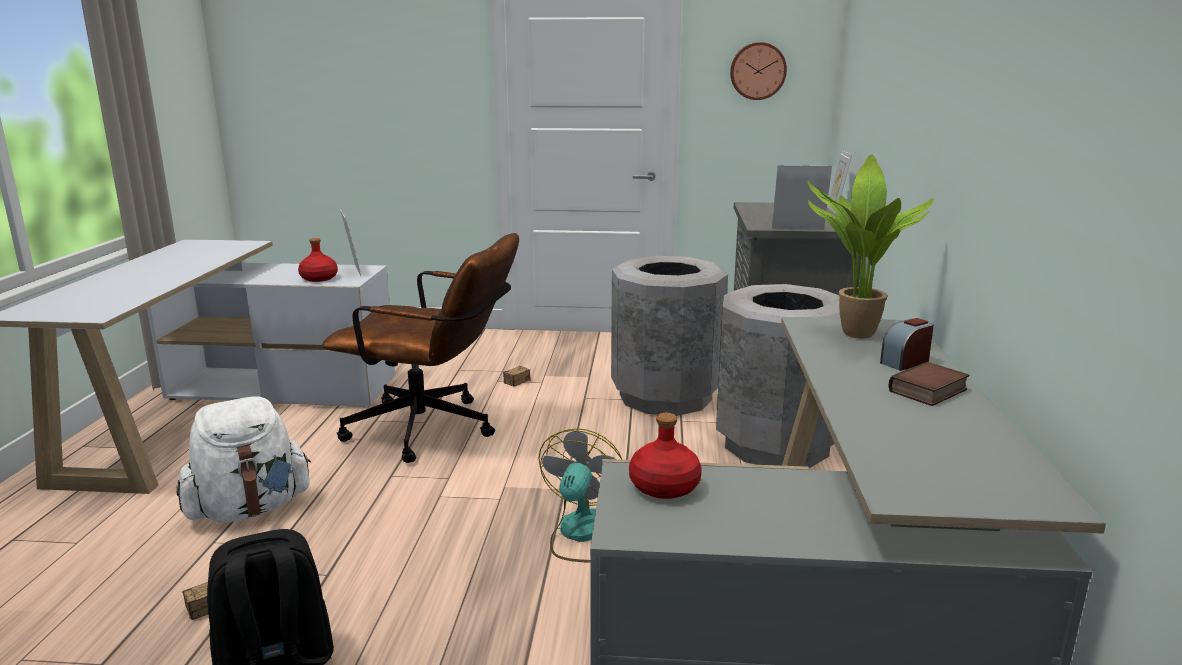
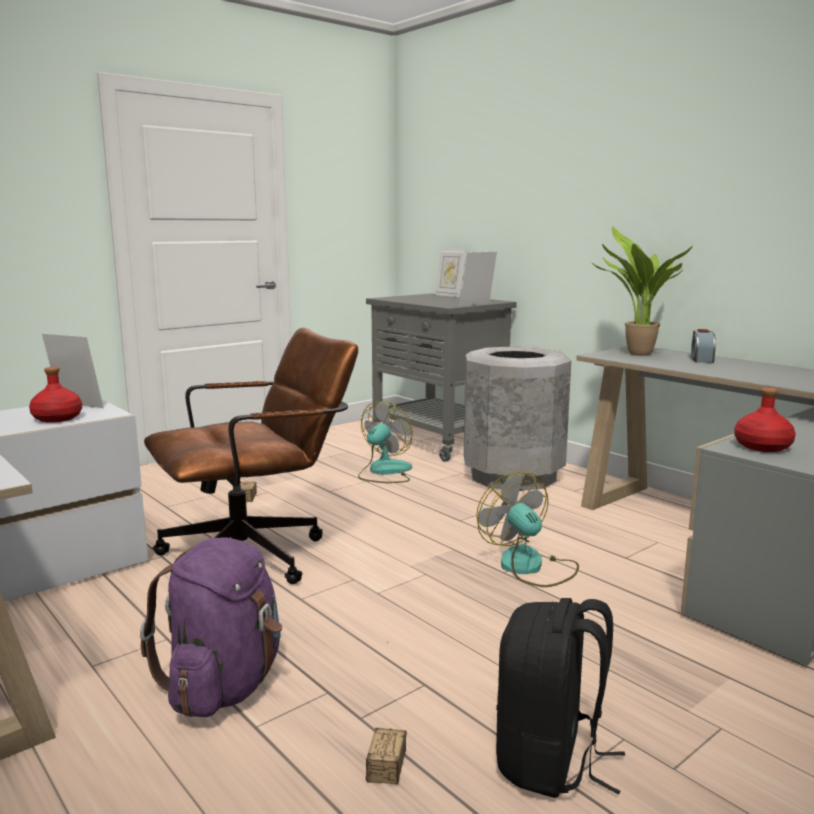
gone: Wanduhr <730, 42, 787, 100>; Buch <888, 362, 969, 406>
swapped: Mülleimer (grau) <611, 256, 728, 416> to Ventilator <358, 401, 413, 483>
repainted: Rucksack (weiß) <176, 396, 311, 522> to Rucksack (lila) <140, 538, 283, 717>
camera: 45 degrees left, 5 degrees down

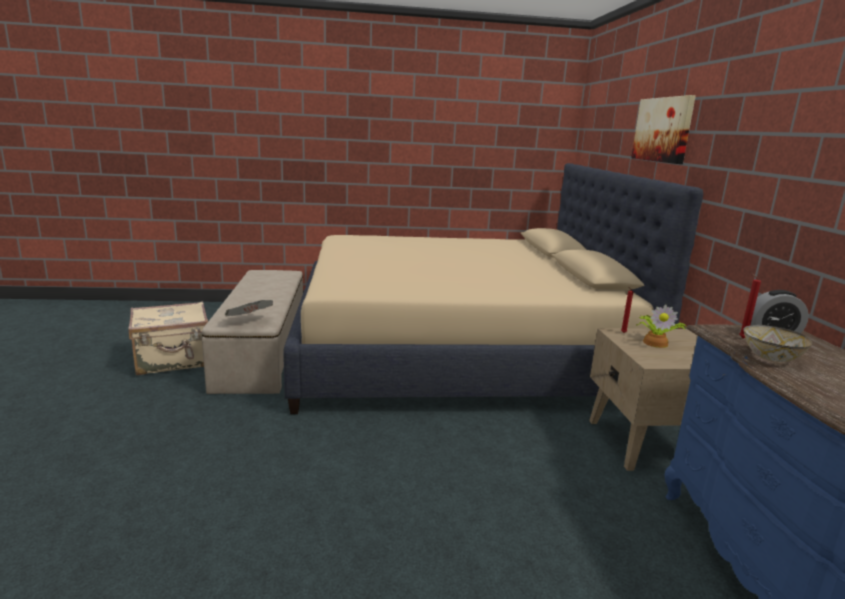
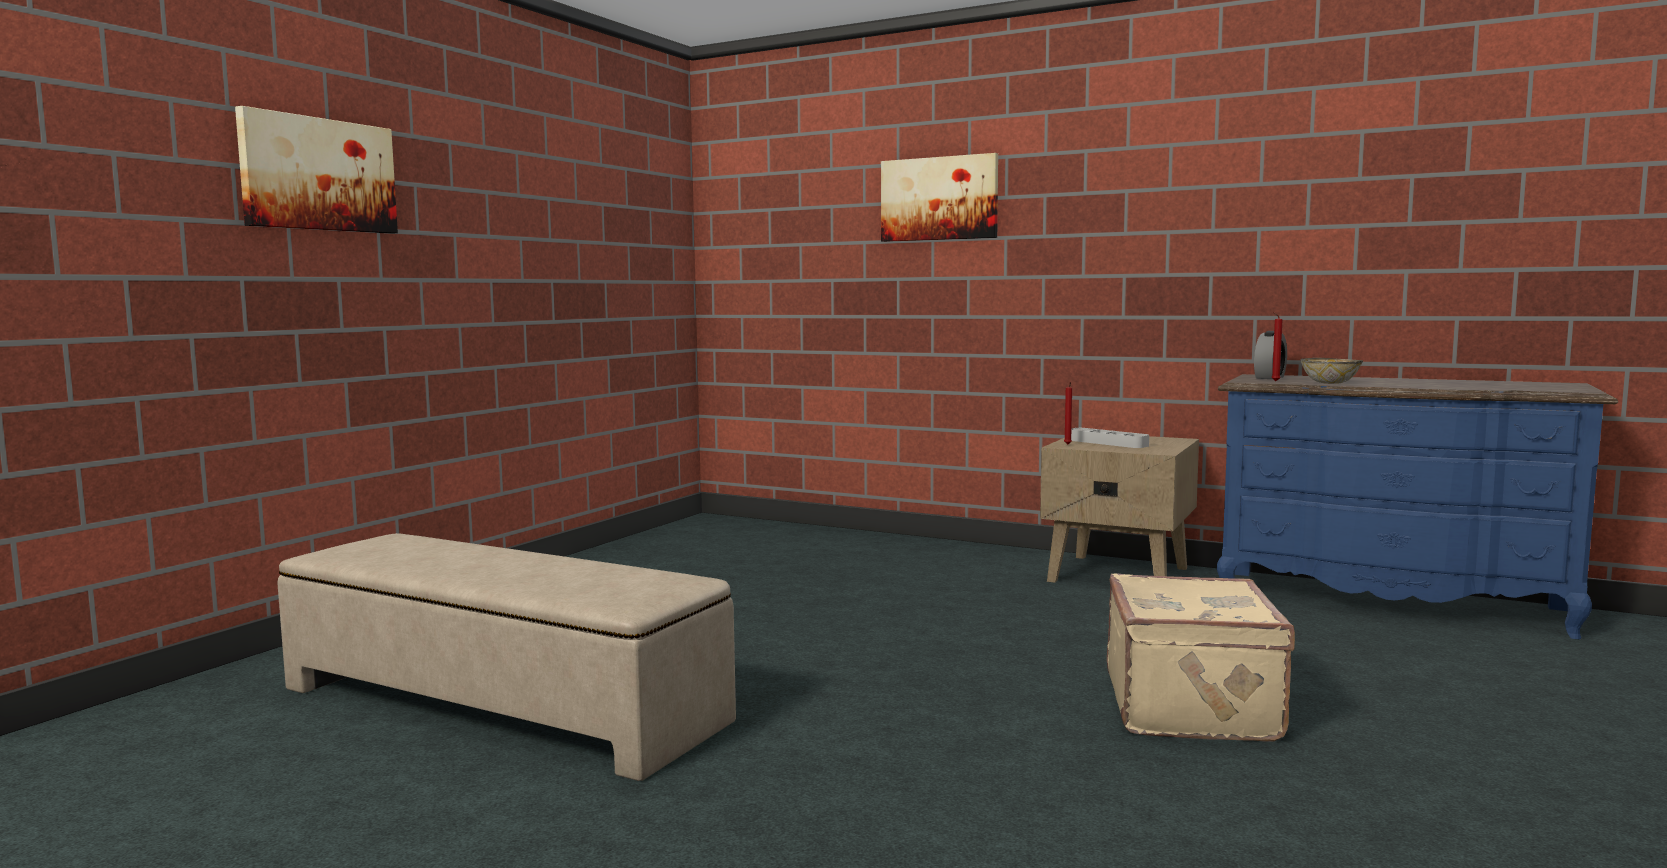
gone: Zeitung <225, 300, 273, 316>; Bett (beige) <283, 163, 703, 414>
new: Bild <235, 106, 398, 234>
shifted: Koffer (beige) <128, 301, 208, 375> to <1107, 573, 1295, 742>
swapped: Topfpflanze <637, 304, 687, 348> to Tablett (grau) <1071, 428, 1149, 448>
camera: 55 degrees left, 10 degrees down

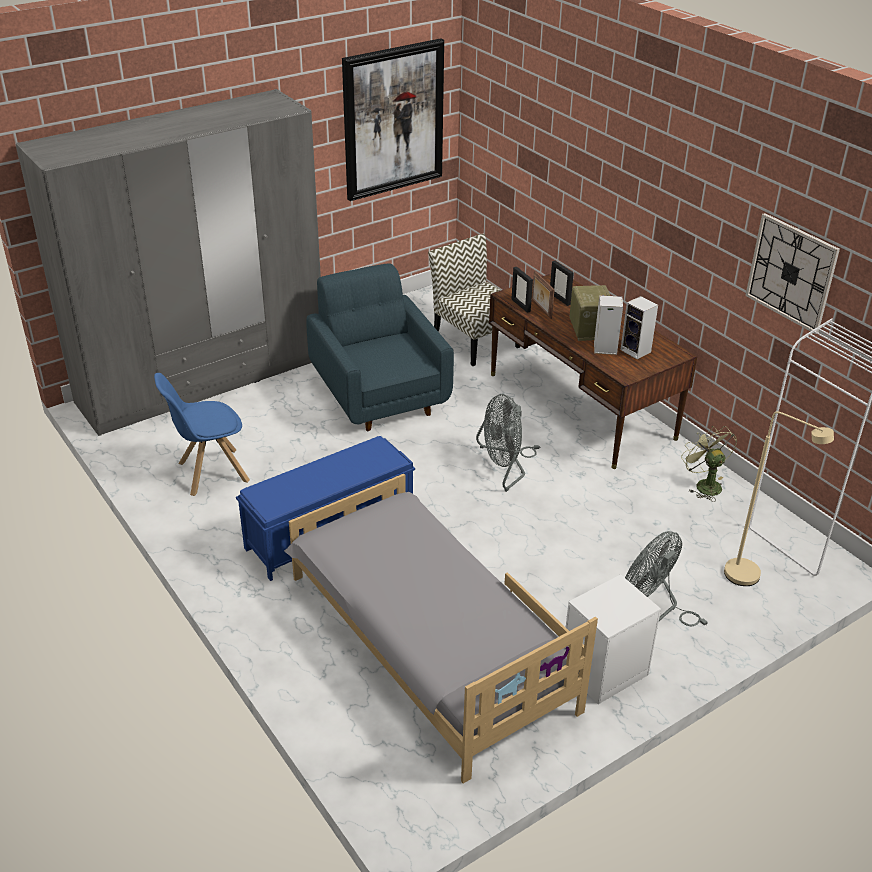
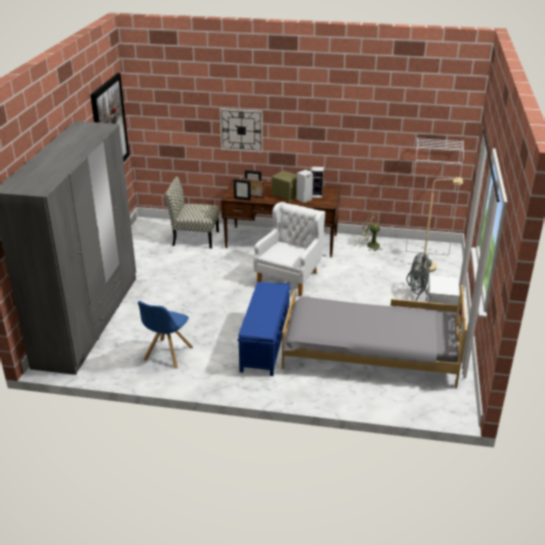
gone: Sessel (blau) <306, 263, 454, 431>
shifted: Wanduhr <745, 213, 840, 334> to <220, 108, 263, 153>
swapped: Ventilator (grau) <476, 394, 541, 492> to Sessel (weiß) <253, 202, 325, 296>
camera: 45 degrees left, 5 degrees down

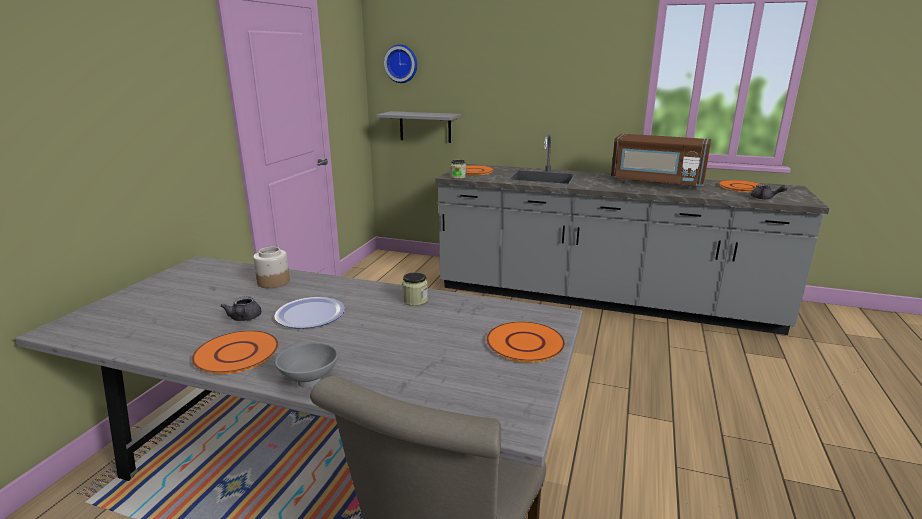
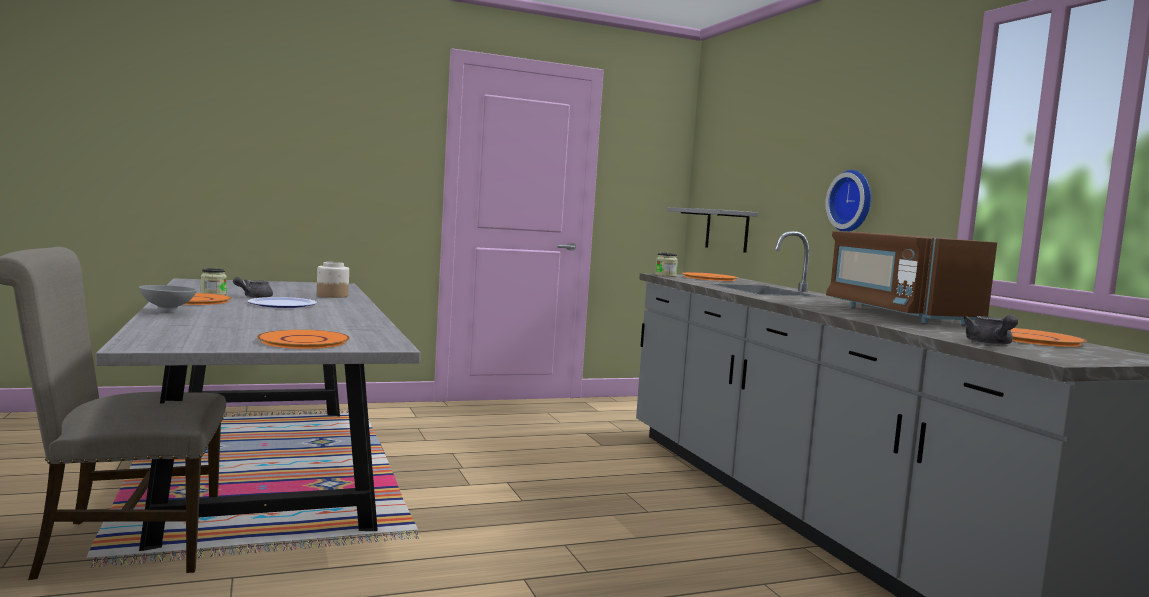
shifted: Wanduhr <384, 44, 417, 83> to <825, 170, 871, 232>; Vorratsglas <402, 272, 428, 306> to <200, 268, 227, 295>
camera: 50 degrees right, 15 degrees down

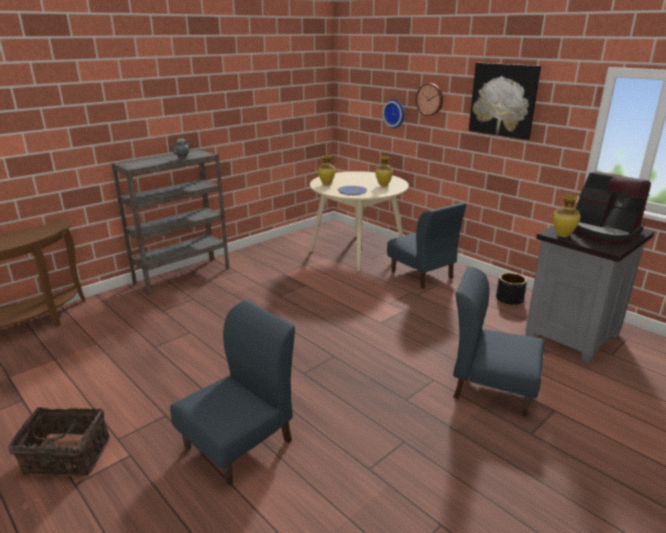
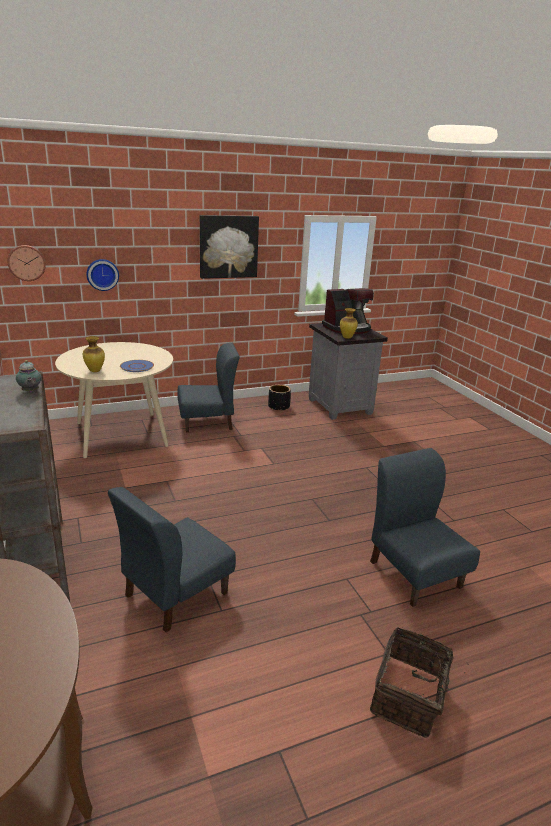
gone: Vase <375, 156, 393, 186>
shifted: Wanduhr <416, 83, 443, 116> to <8, 245, 46, 281>; Stuhl (blau) <453, 266, 544, 416> to <108, 487, 236, 632>
camera: 70 degrees left, 0 degrees up

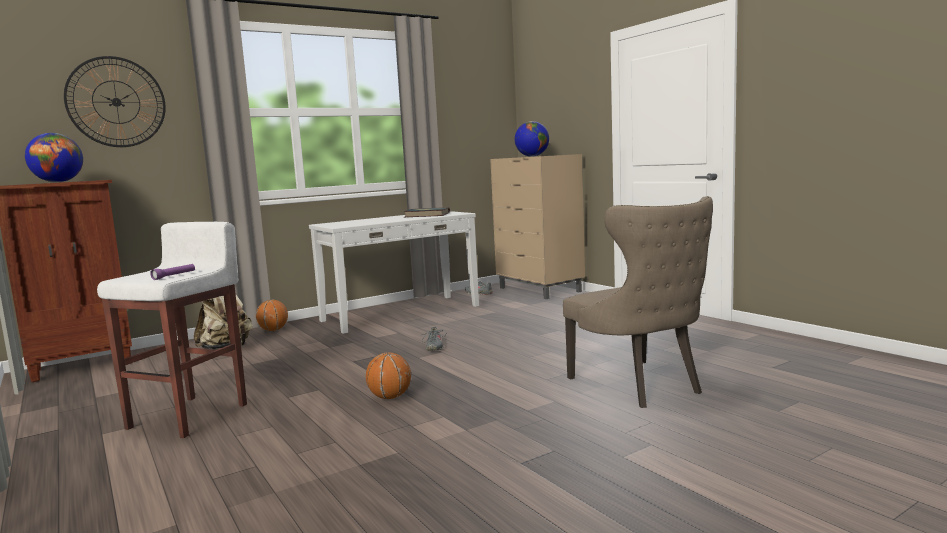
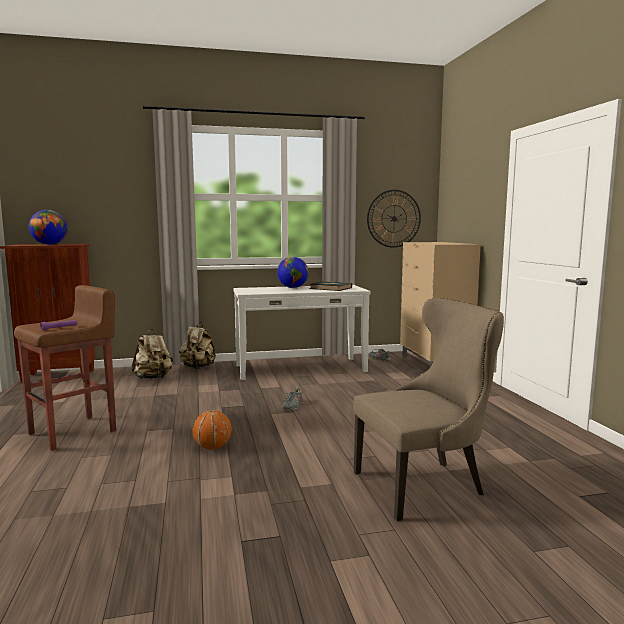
shifted: Wanduhr <64, 56, 166, 147> to <367, 190, 421, 248>; Globus <515, 121, 549, 157> to <277, 257, 309, 288>
swapped: Basketball <256, 300, 288, 331> to Rucksack (beige) <179, 322, 216, 369>
repainted: Hocker (weiß) <97, 222, 247, 438> to Hocker (braun) <14, 285, 116, 451>
rotated: Stuhl (beige) <563, 196, 713, 408> = <353, 298, 504, 521> 105 degrees counterclockwise
camera: 20 degrees right, 0 degrees up

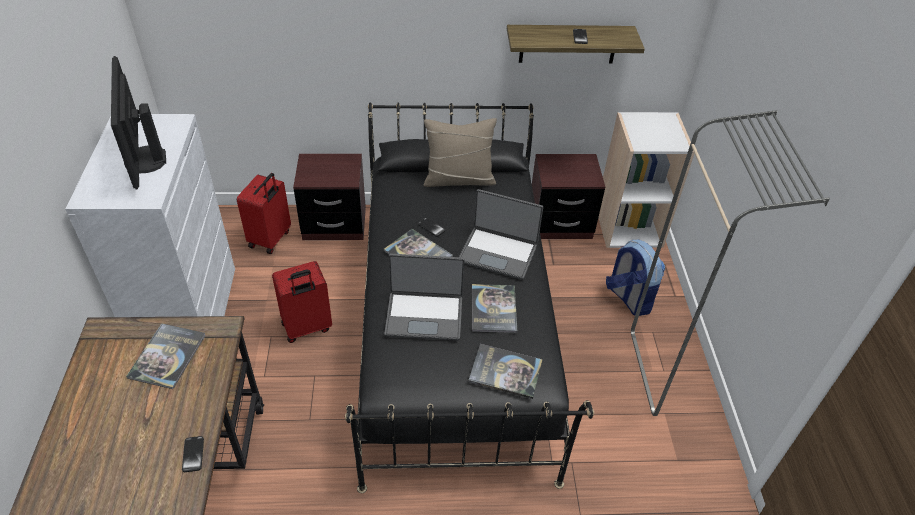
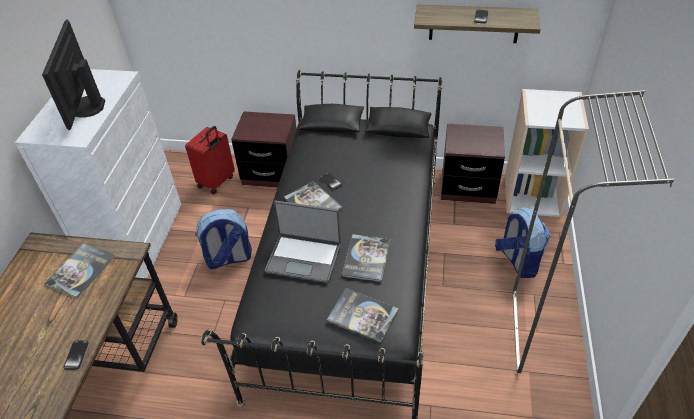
gone: Kissen (beige) <424, 118, 497, 187>; Laptop <459, 189, 543, 280>
swapped: Koffer (rot) <272, 261, 332, 343> to Rucksack <195, 209, 252, 269>
camera: 15 degrees right, 0 degrees up

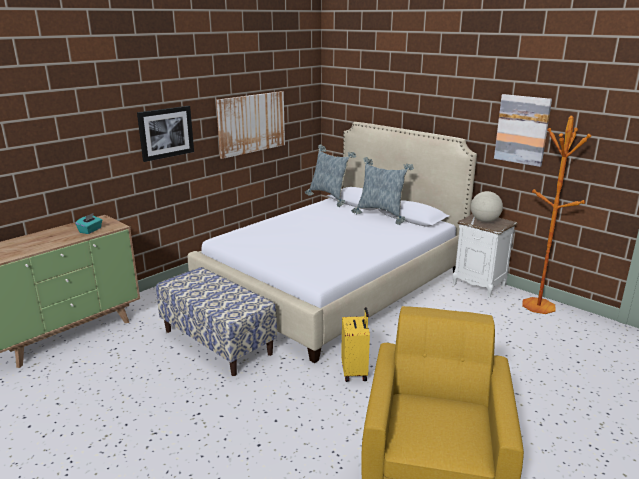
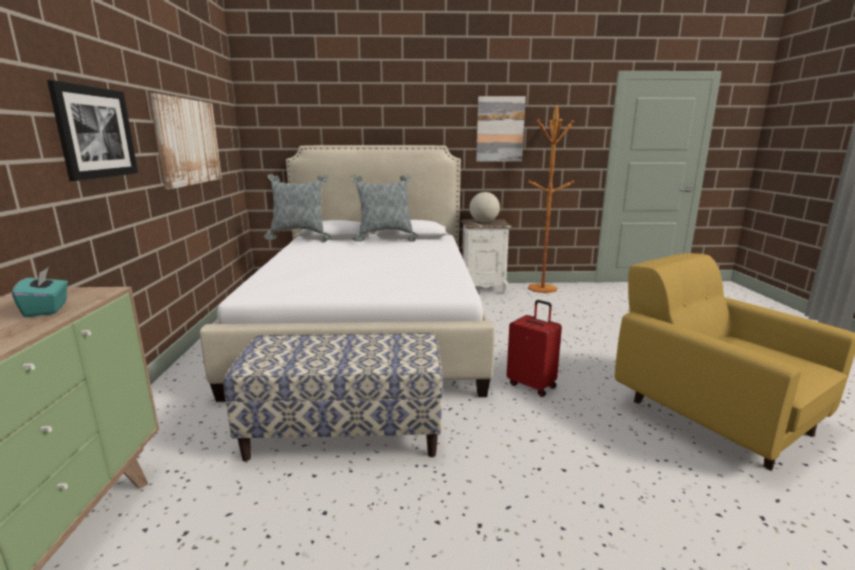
repainted: Koffer (gelb) <341, 307, 370, 382> to Koffer (rot) <507, 300, 562, 397>
camera: 45 degrees left, 5 degrees down

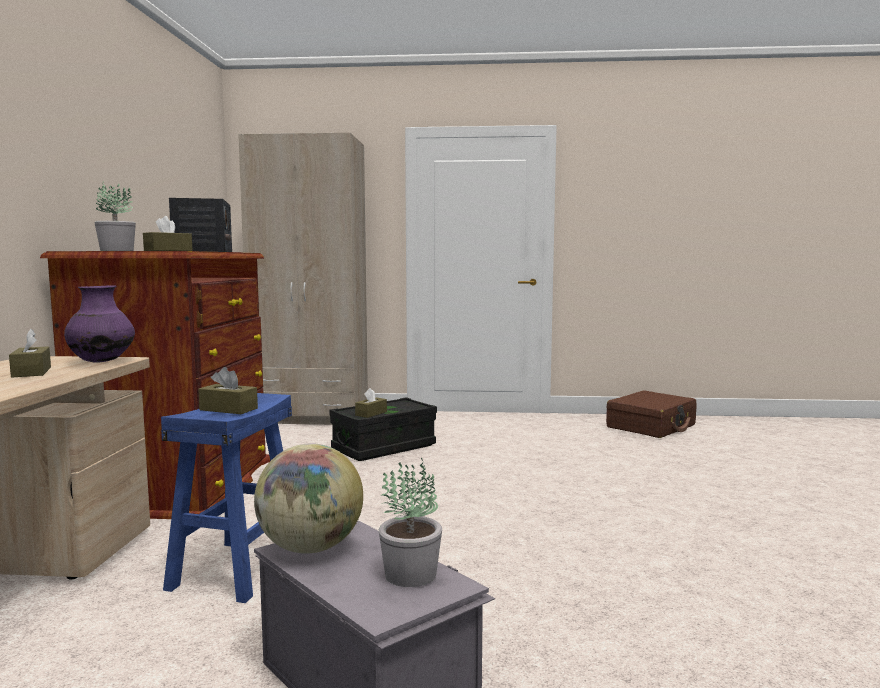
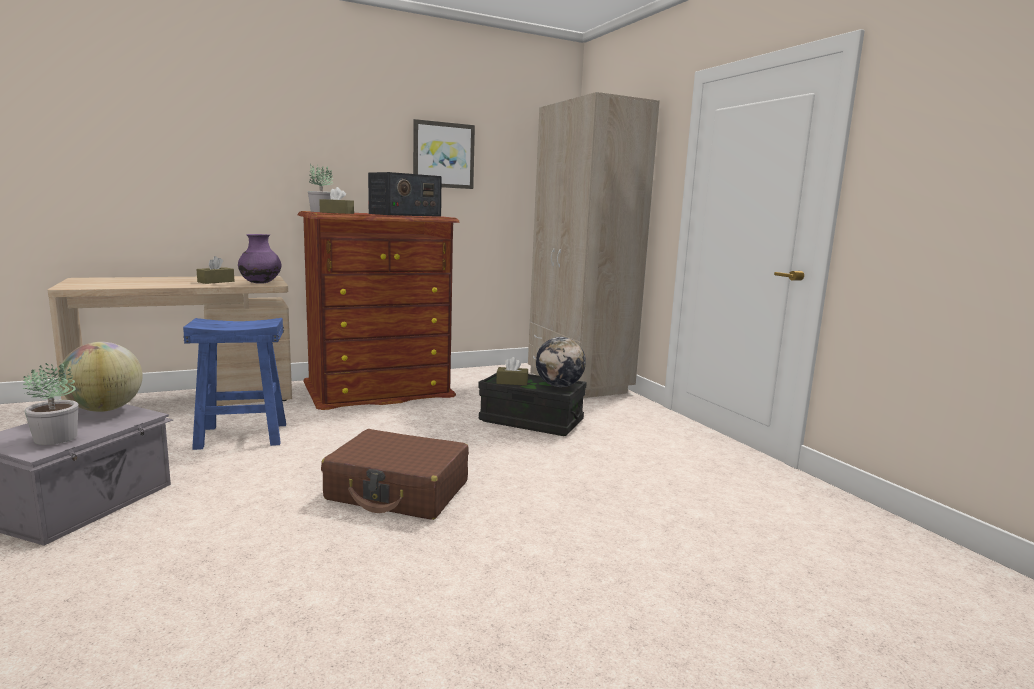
gone: Taschentuchbox (braun) <198, 367, 258, 414>
new: Bild <413, 119, 475, 189>; Globus <536, 337, 586, 387>
shifted: Koffer (braun) <606, 390, 697, 438> to <321, 429, 469, 520>
camera: 60 degrees right, 5 degrees up

